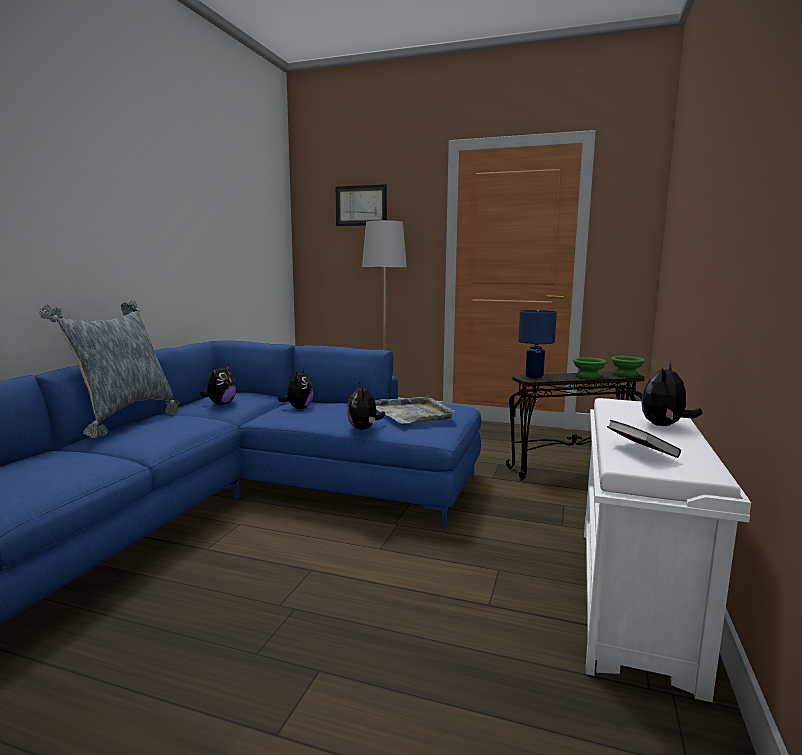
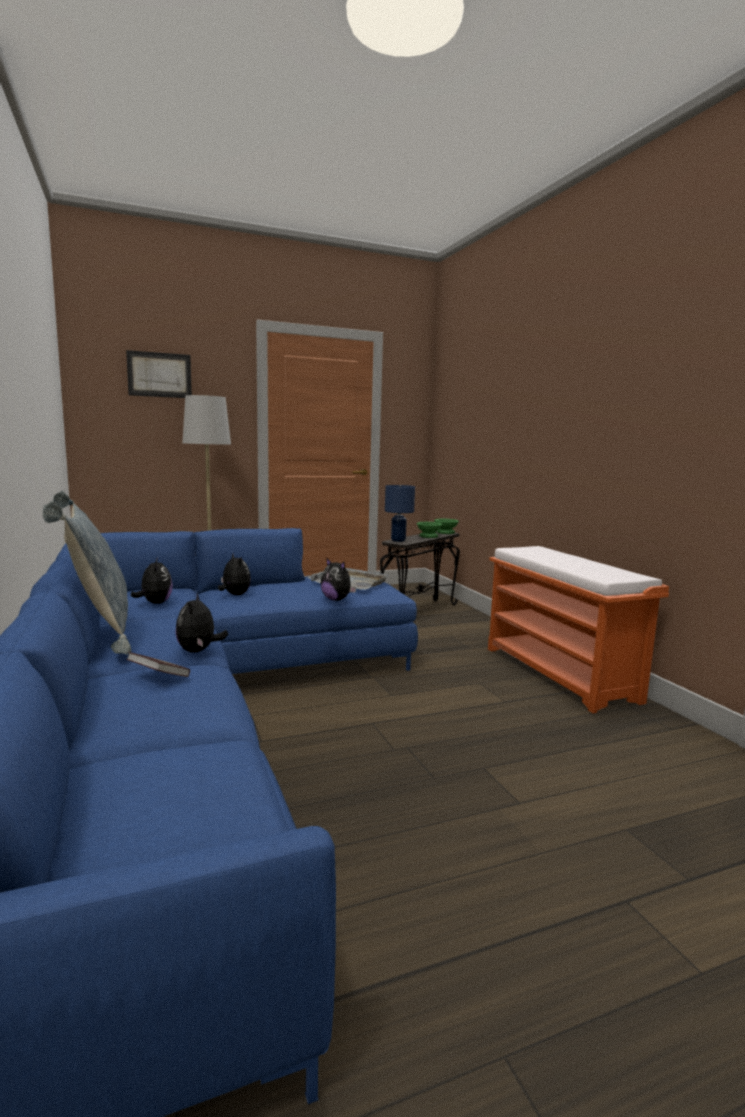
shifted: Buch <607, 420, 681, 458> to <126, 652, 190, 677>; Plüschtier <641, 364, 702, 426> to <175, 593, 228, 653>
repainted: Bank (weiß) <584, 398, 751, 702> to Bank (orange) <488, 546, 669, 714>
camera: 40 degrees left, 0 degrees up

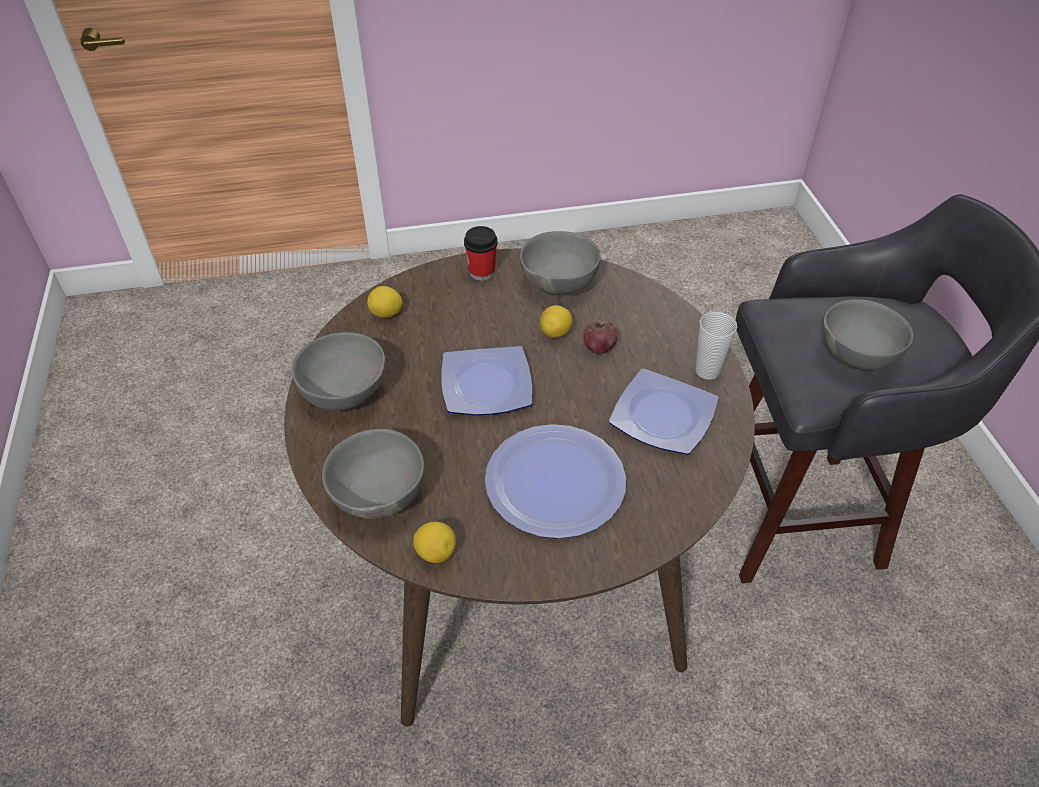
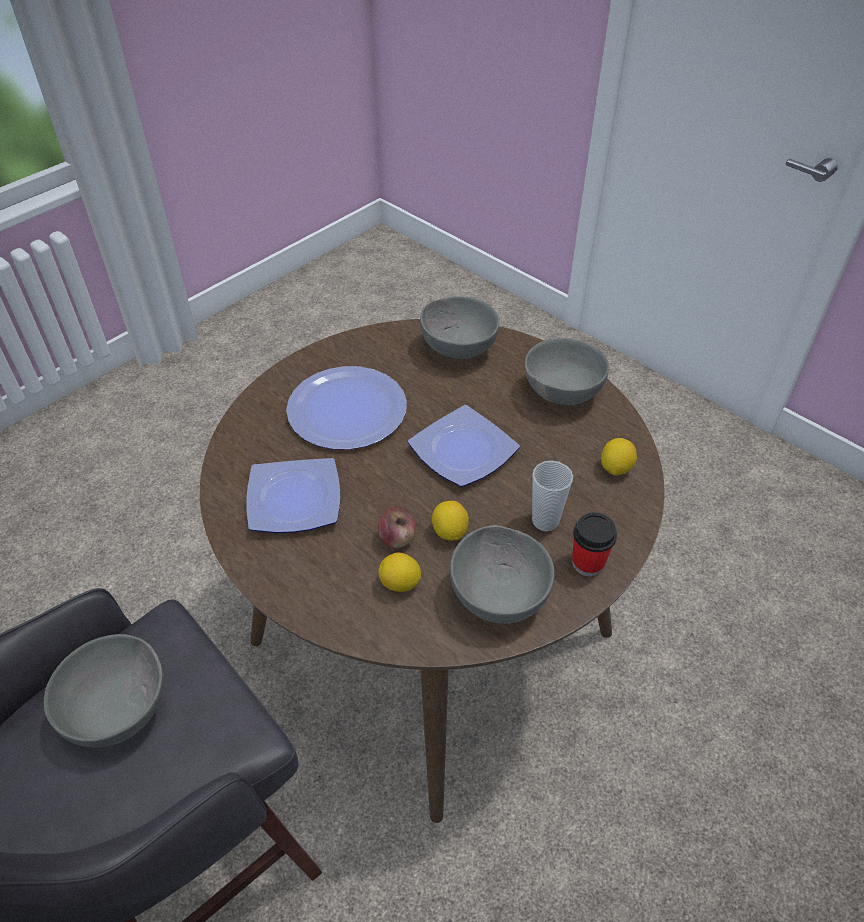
shifted: Zitrone <413, 522, 456, 563> to <379, 553, 421, 592>; Tasse <695, 311, 737, 380> to <532, 461, 573, 531>
camera: 145 degrees right, 0 degrees up

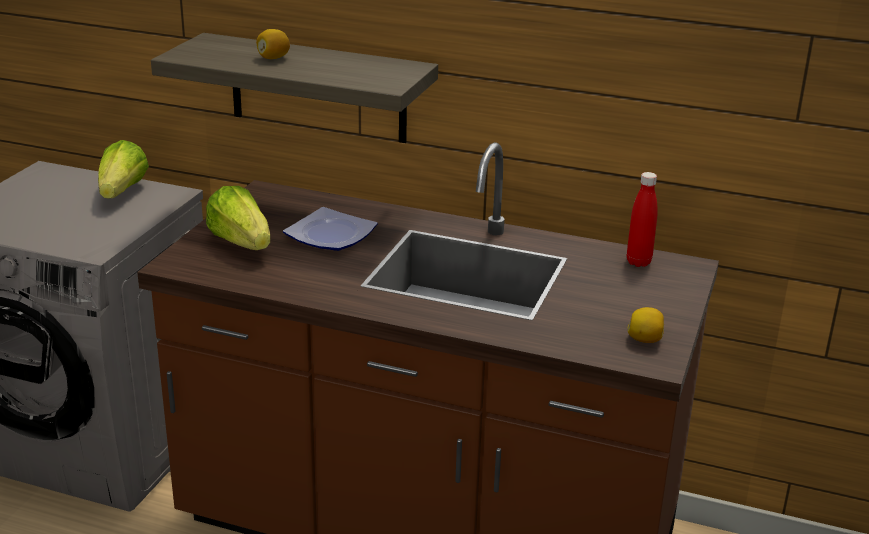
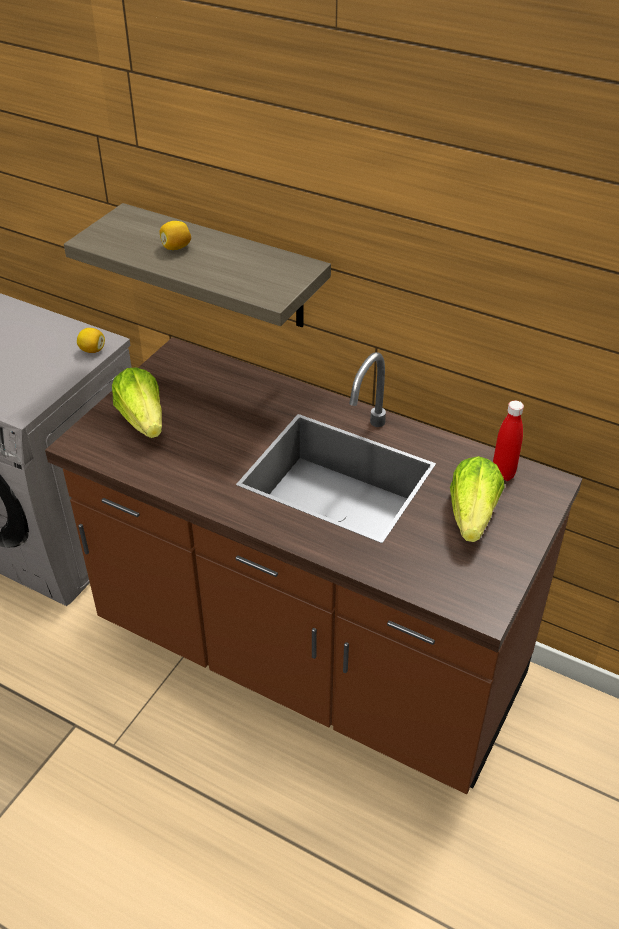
gone: Teller <283, 207, 378, 251>
shifted: Salatkopf <98, 140, 149, 198> to <450, 456, 505, 542>; Zitrone <627, 307, 664, 343> to <77, 328, 105, 353>
camera: 10 degrees right, 15 degrees up

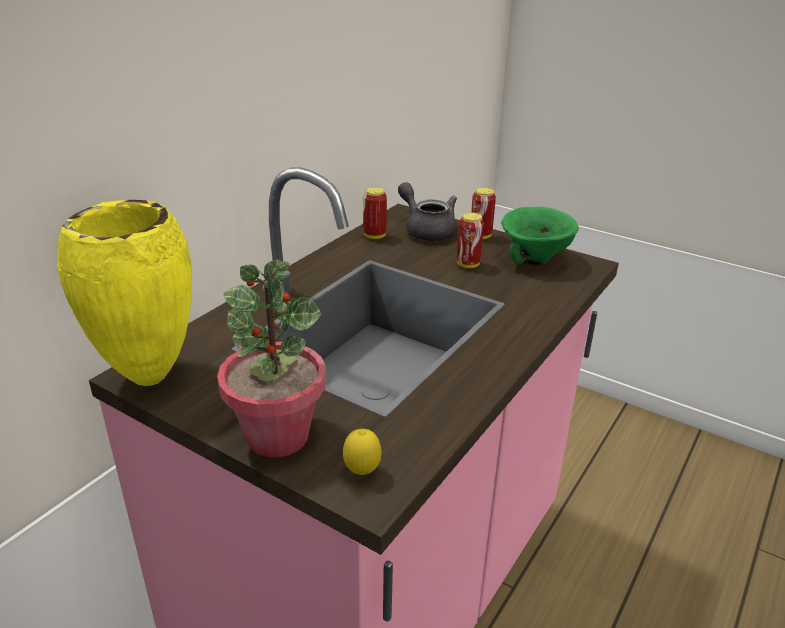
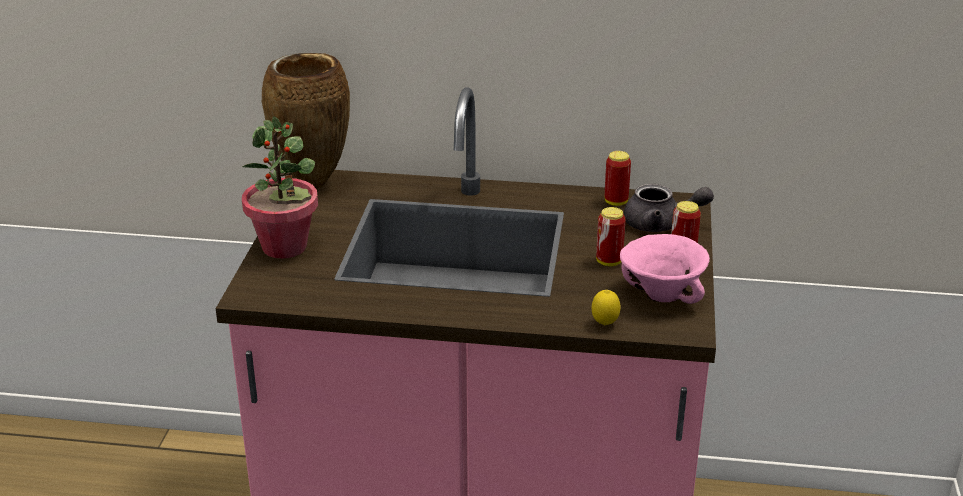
shifted: Zitrone <343, 429, 381, 475> to <592, 290, 621, 325>
repainted: Vase (gelb) <57, 200, 192, 386> to Vase (braun) <262, 53, 350, 189>; Schüssel (grün) <501, 207, 579, 265> to Schüssel (rosa) <620, 234, 710, 304>
rotated: Teekanne (grau) <398, 182, 457, 241> = <624, 184, 714, 232> 75 degrees clockwise
camera: 65 degrees right, 0 degrees up

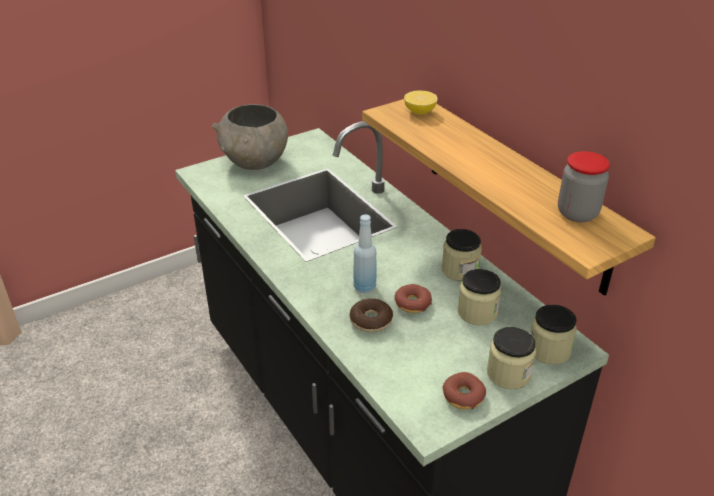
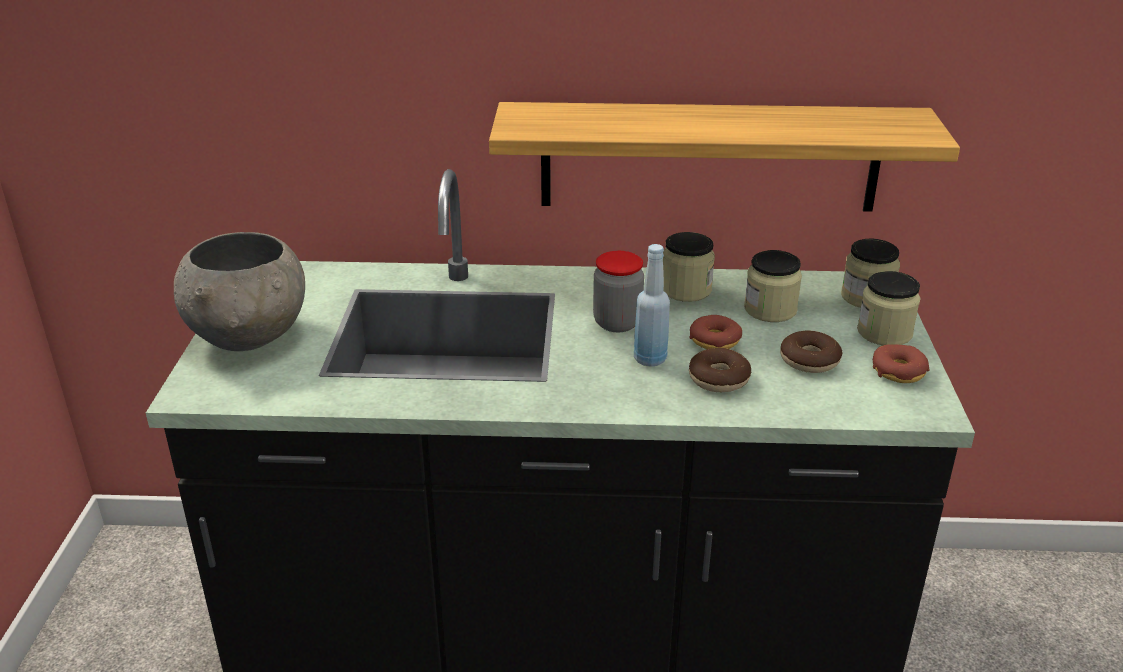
gone: Zitrone <404, 91, 438, 115>
new: Donut <780, 331, 842, 373>
shifted: Vorratsglas <558, 151, 610, 222> to <593, 251, 644, 332>
camera: 55 degrees left, 5 degrees down

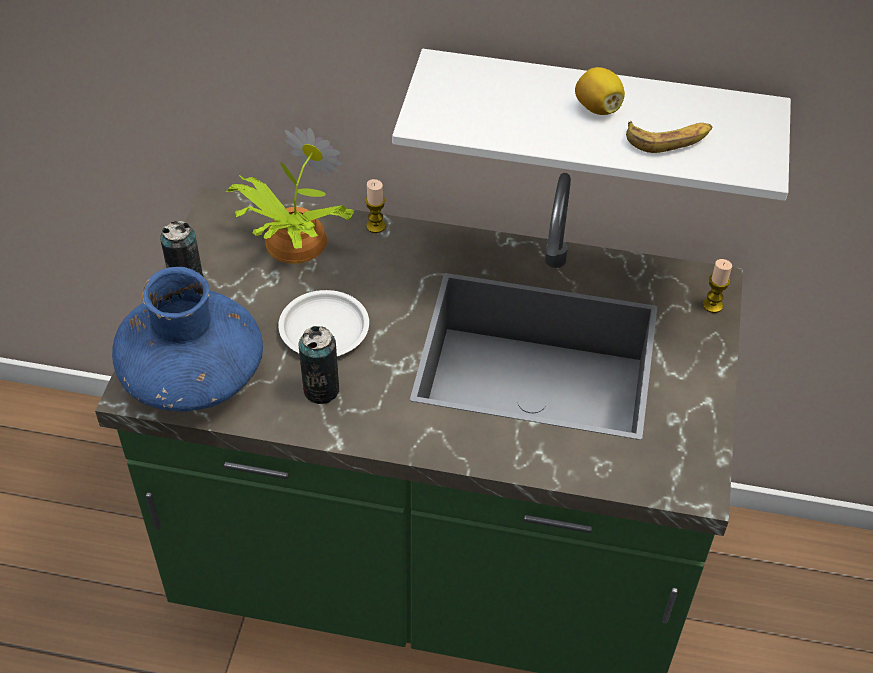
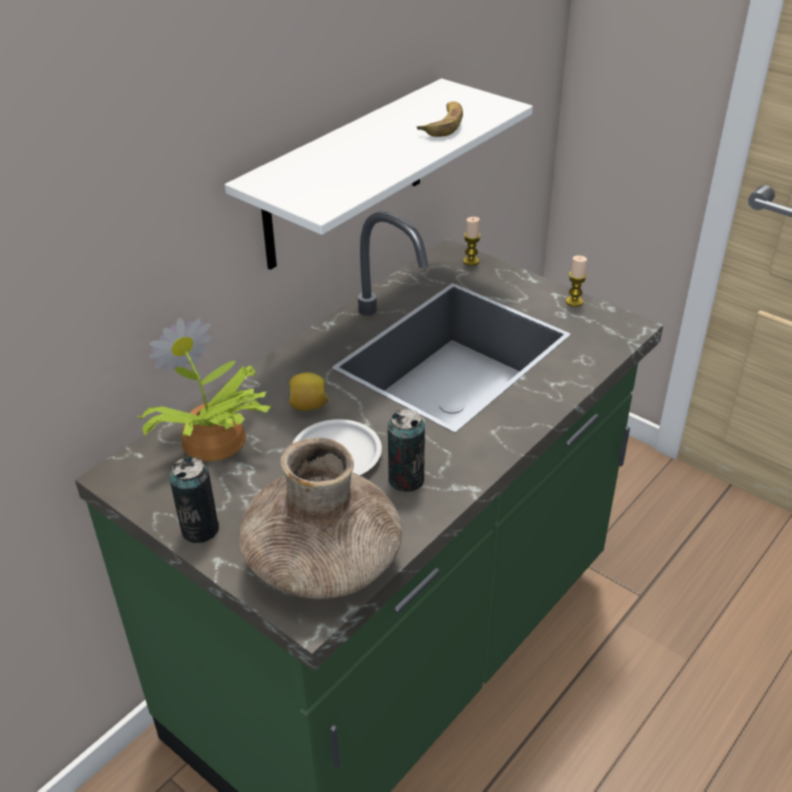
shifted: Kerze <365, 179, 386, 233> to <566, 256, 587, 307>; Zitrone <575, 67, 625, 115> to <289, 372, 329, 411>
repainted: Vase (blau) <112, 267, 263, 412> to Vase (braun) <238, 438, 402, 599>
camera: 60 degrees left, 10 degrees down

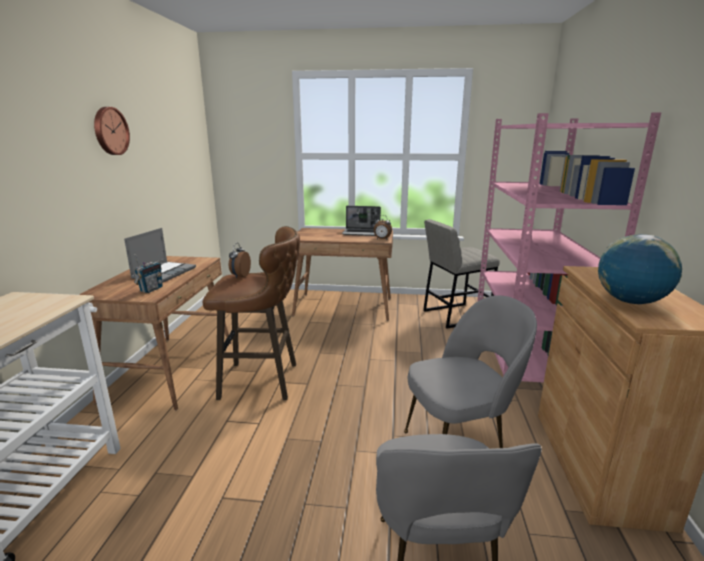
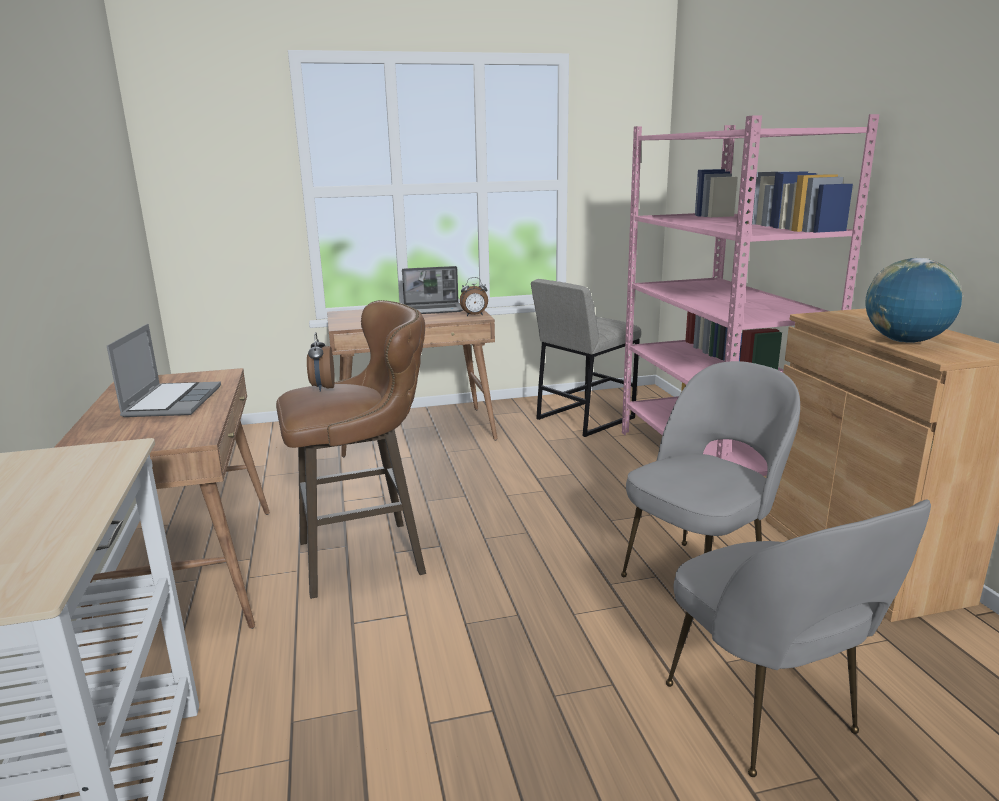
gone: Wanduhr <94, 107, 130, 155>; Radio <134, 254, 162, 293>
camera: 20 degrees left, 0 degrees up

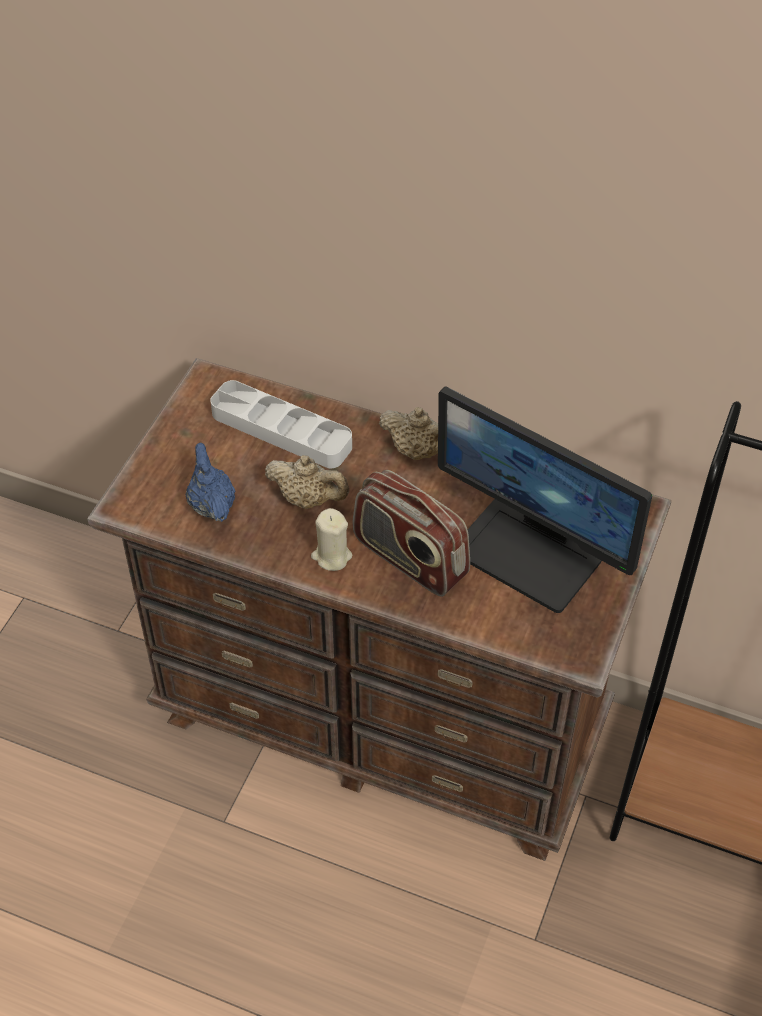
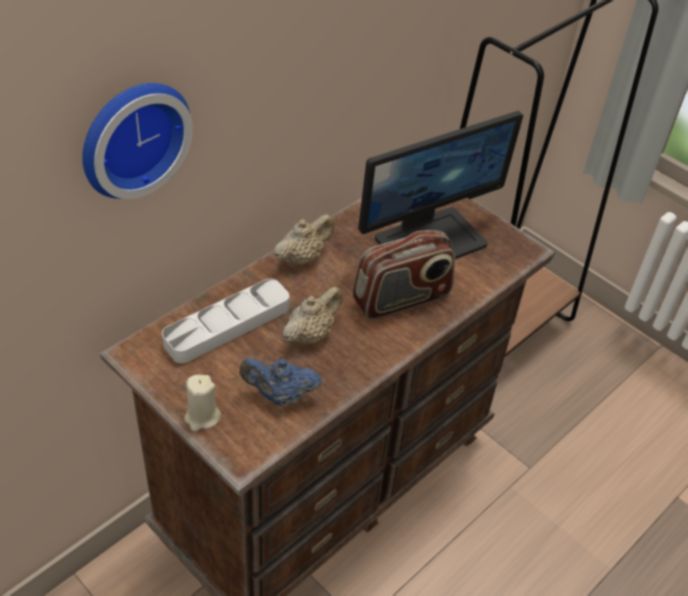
new: Wanduhr <82, 83, 193, 199>
shifted: Kerze (beige) <311, 508, 352, 571> to <184, 374, 221, 431>
camera: 70 degrees left, 5 degrees down

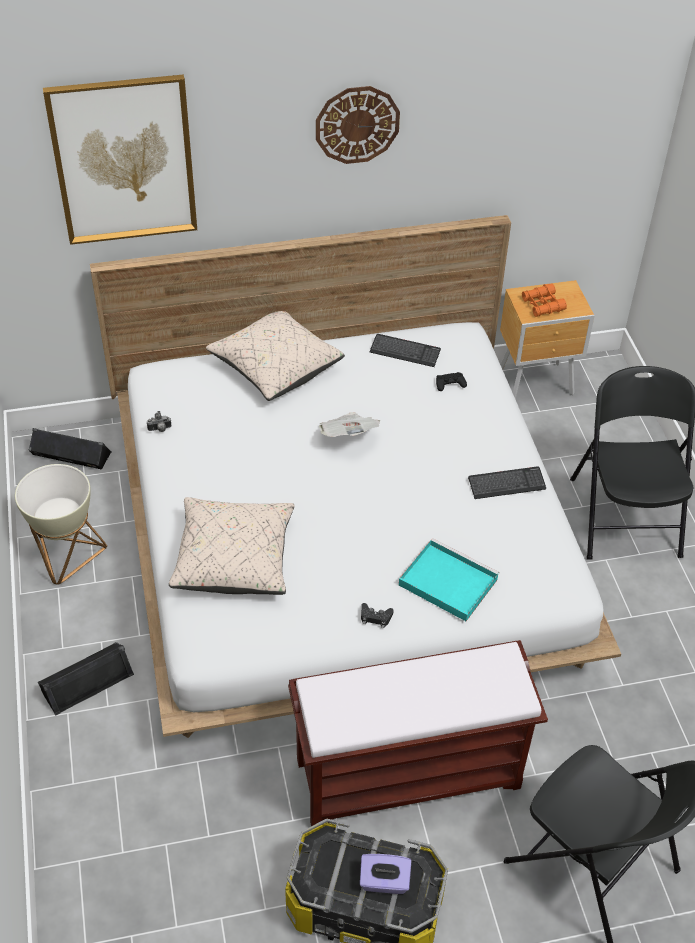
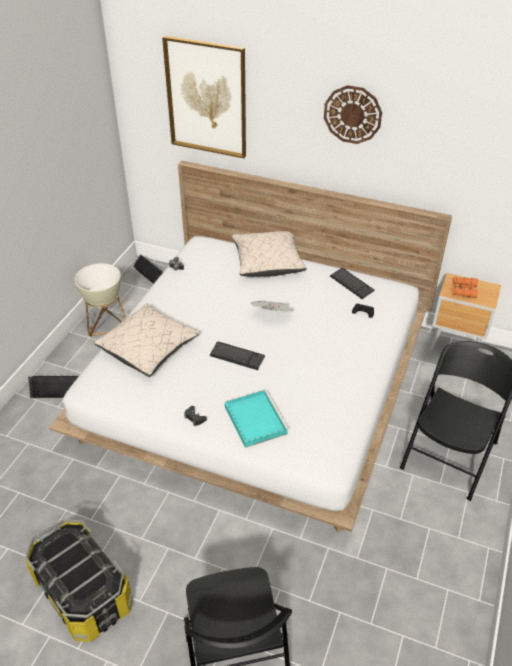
gone: Bank (braun) <288, 640, 548, 826>; Taschentuchbox (lila) <360, 854, 411, 894>
shifted: Tastatur <468, 466, 546, 499> to <210, 342, 265, 370>
camera: 35 degrees right, 5 degrees down

